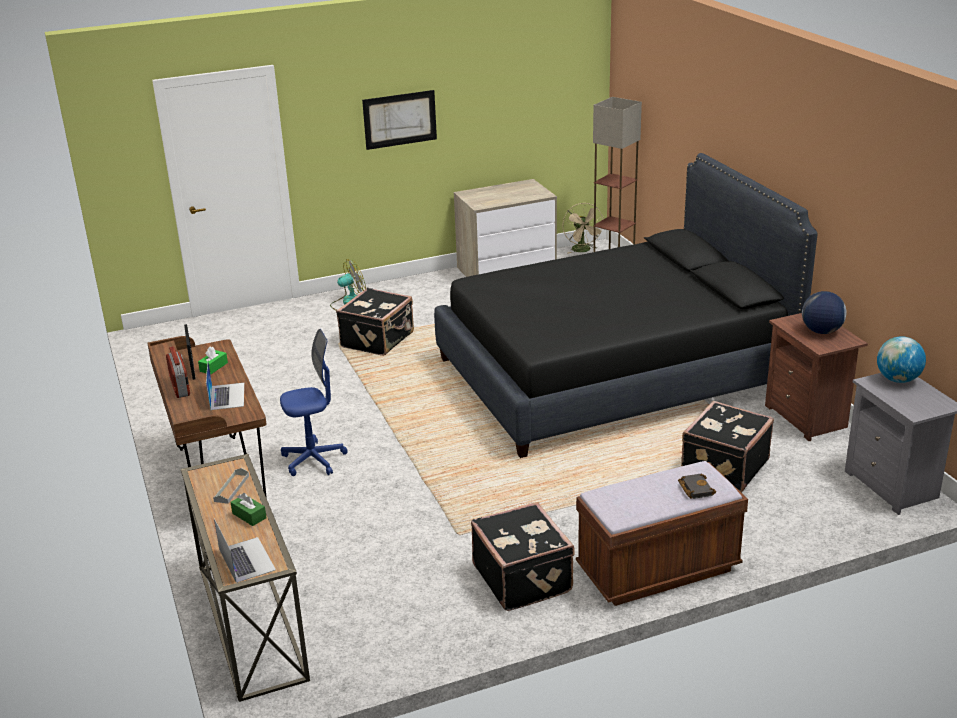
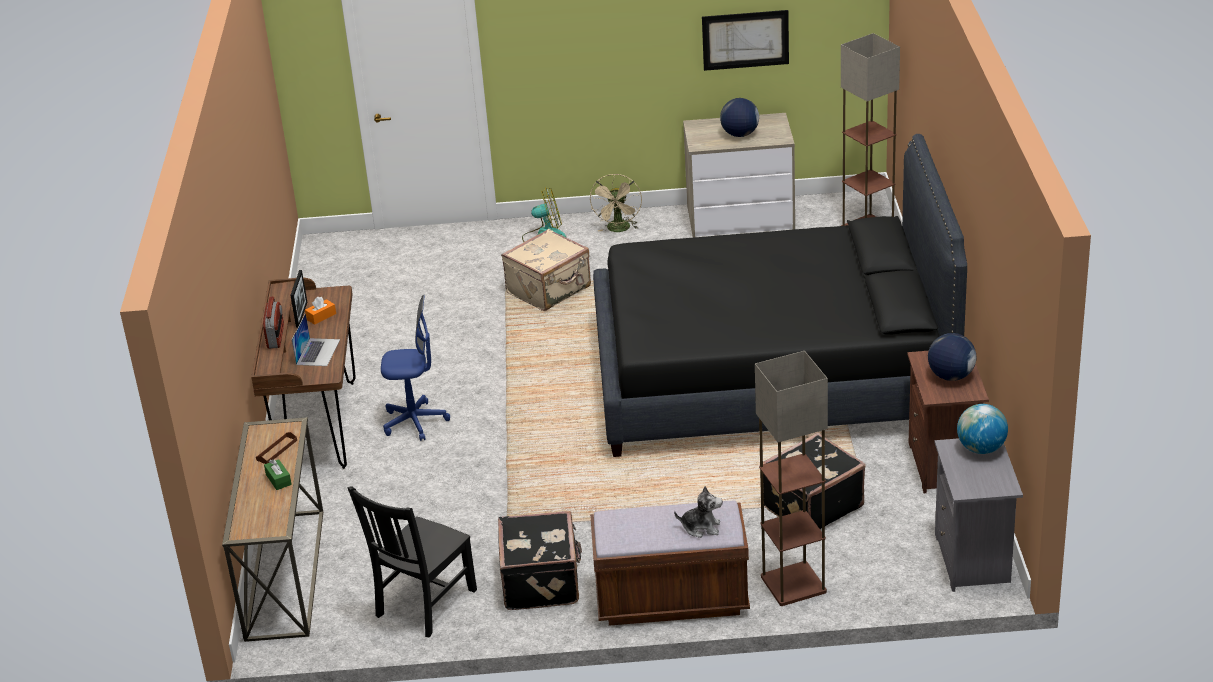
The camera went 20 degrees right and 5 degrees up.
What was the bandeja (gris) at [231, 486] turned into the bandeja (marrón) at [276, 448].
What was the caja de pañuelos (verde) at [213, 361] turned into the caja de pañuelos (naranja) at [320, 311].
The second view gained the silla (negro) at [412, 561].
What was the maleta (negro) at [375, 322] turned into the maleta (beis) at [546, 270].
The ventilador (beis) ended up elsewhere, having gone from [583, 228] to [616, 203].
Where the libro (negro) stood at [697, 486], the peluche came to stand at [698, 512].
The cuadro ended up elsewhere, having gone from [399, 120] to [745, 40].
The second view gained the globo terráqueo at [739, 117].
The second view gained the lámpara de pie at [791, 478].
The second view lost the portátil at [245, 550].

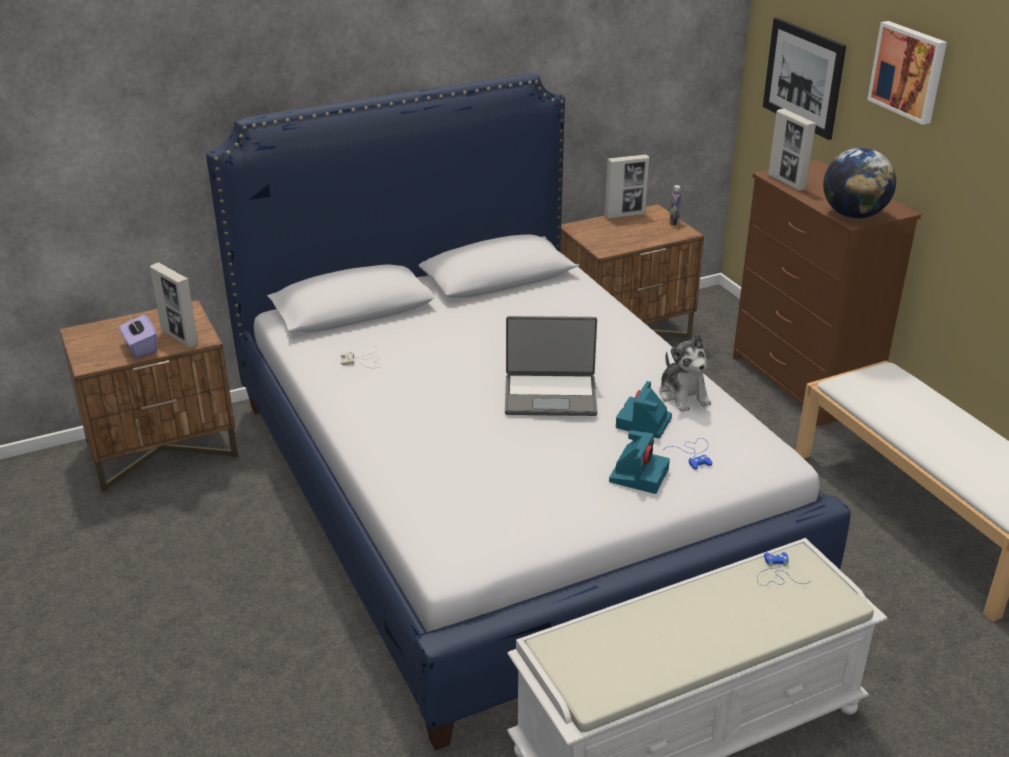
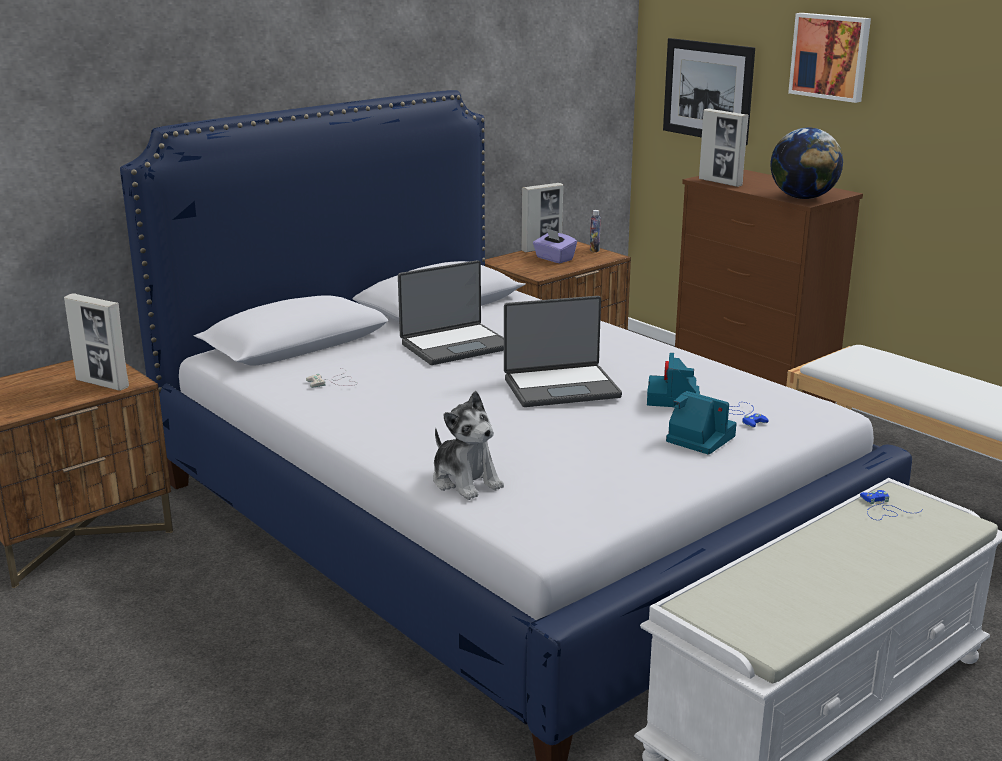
The camera went 15 degrees left and 10 degrees down.
The second view gained the portátil at [451, 312].
The peluche ended up elsewhere, having gone from [685, 372] to [468, 445].
The caja de pañuelos (morado) ended up elsewhere, having gone from [138, 336] to [555, 245].
The cámara at [639, 462] ended up facing another way, 60 degrees counterclockwise from before.

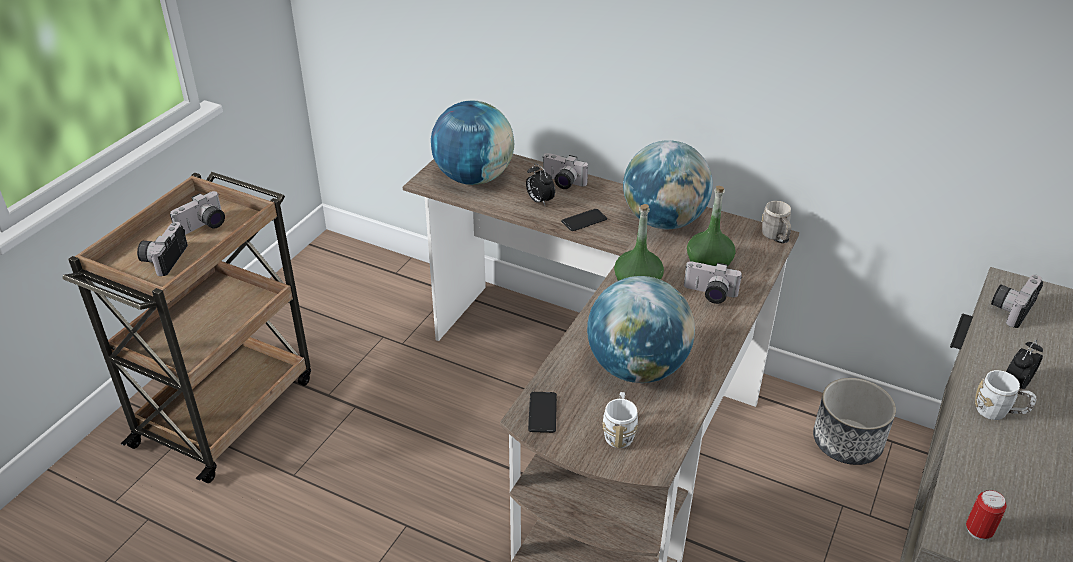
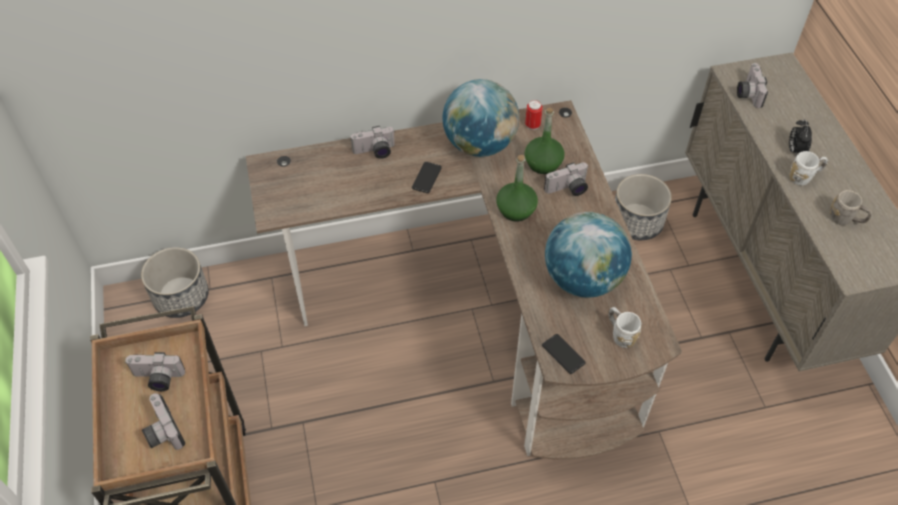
The camera went 40 degrees left and 15 degrees up.
The cámara at [197, 213] ended up facing another way, 90 degrees clockwise from before.
The second view gained the maceta at [175, 282].
The lata ended up elsewhere, having gone from [986, 515] to [534, 115].
The taza grande (gris) ended up elsewhere, having gone from [776, 220] to [851, 207].
The second view lost the globo terráqueo at [472, 142].
The second view lost the despertador at [540, 185].

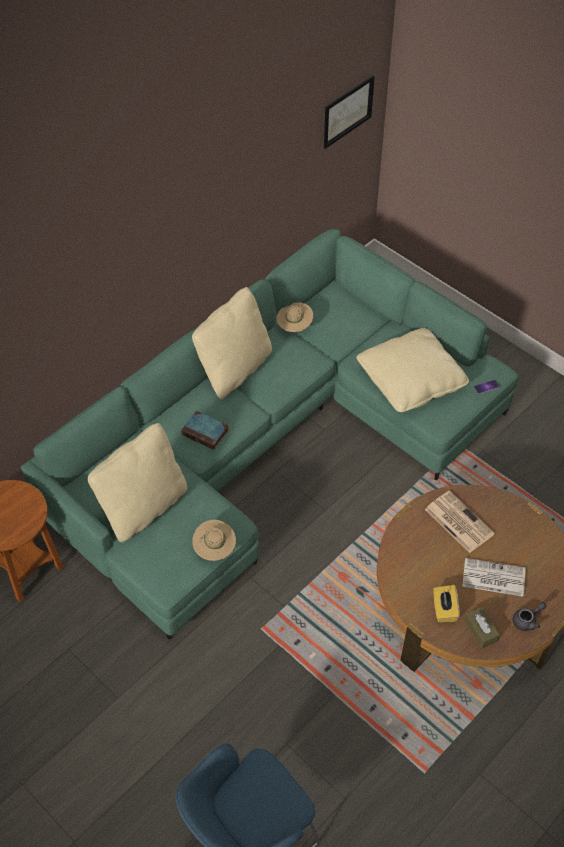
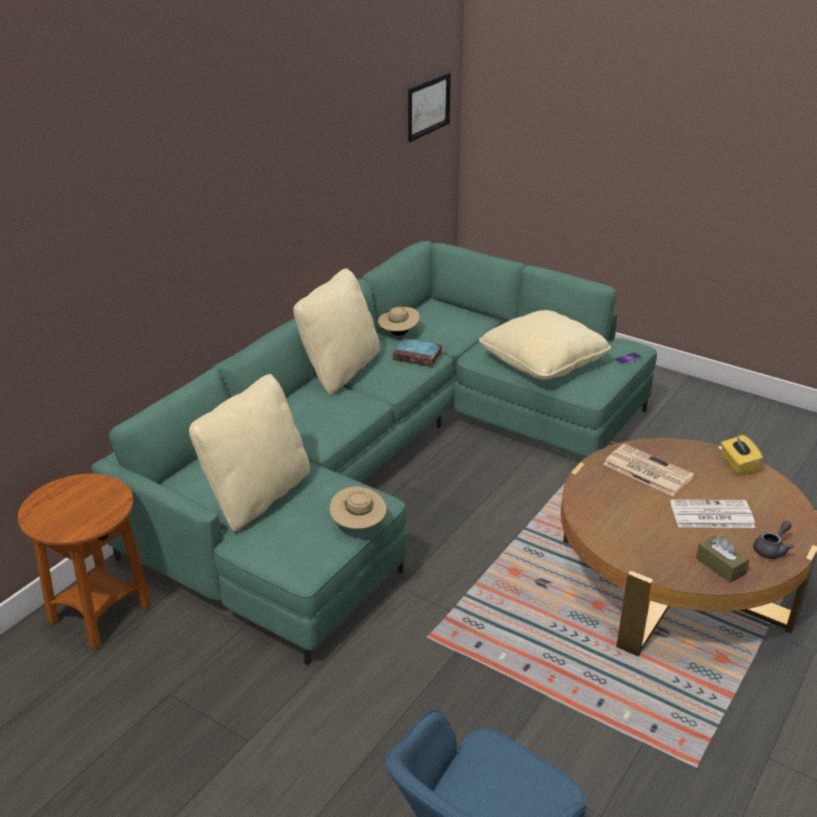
The camera went 10 degrees left and 20 degrees down.
The libro ended up elsewhere, having gone from [205, 430] to [417, 352].
The caja de pañuelos (amarillo) ended up elsewhere, having gone from [446, 603] to [742, 455].

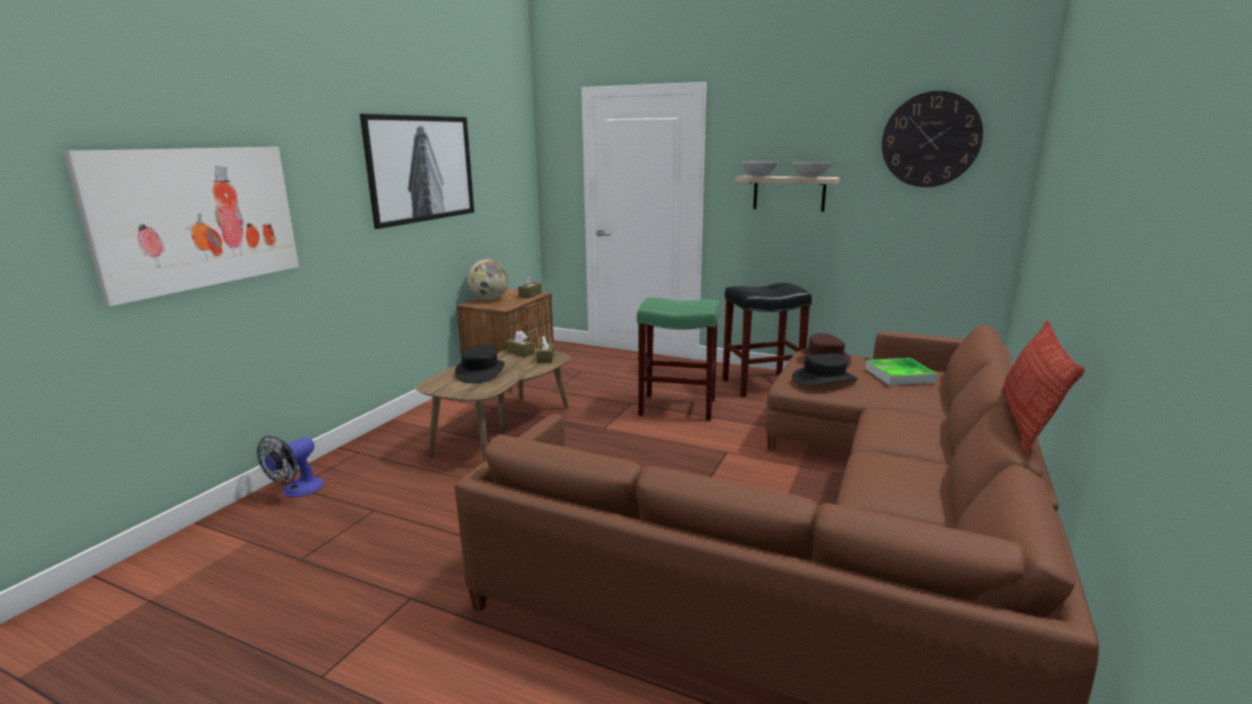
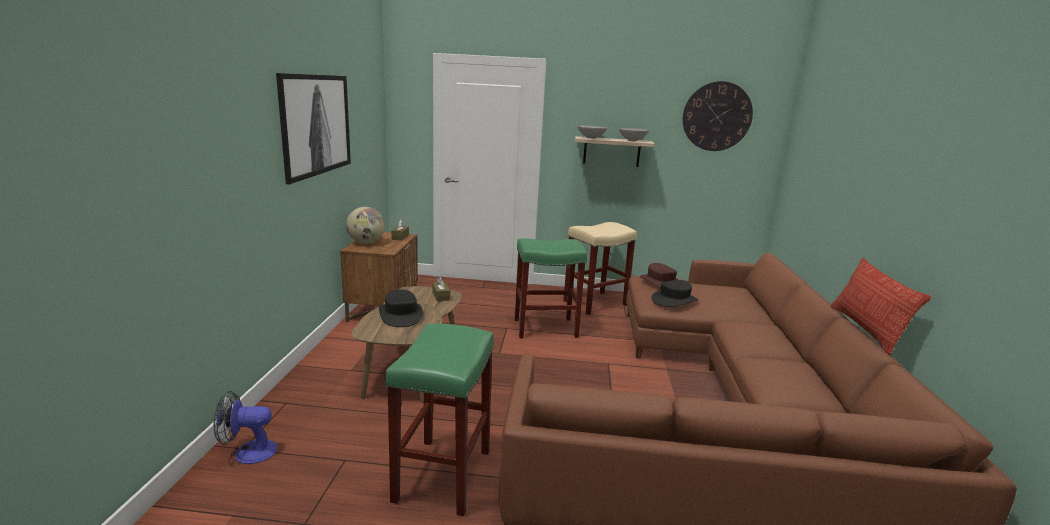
The camera went 20 degrees left and 0 degrees up.
The ventilador at [290, 466] ended up facing another way, 75 degrees clockwise from before.
The second view gained the taburete (verde) at [439, 420].
What was the taburete (negro) at [767, 340] turned into the taburete (beis) at [600, 268].
The second view lost the cuadro at [181, 226].
The second view lost the caja de pañuelos (marrón) at [520, 343].
The second view lost the bandeja at [901, 372].

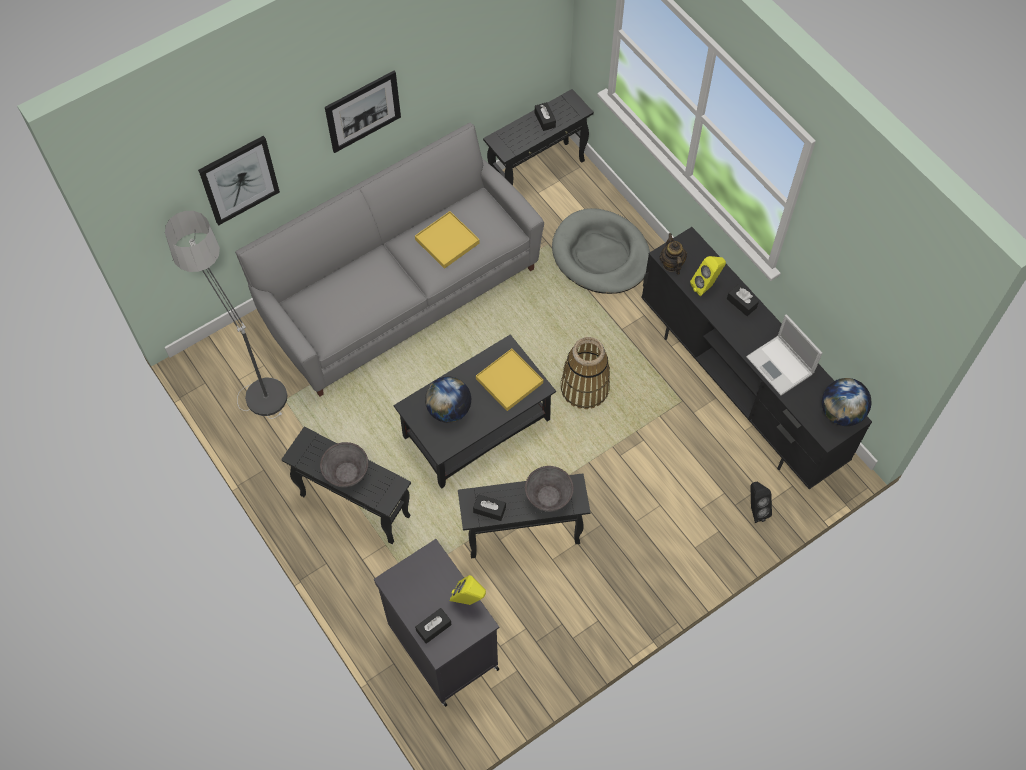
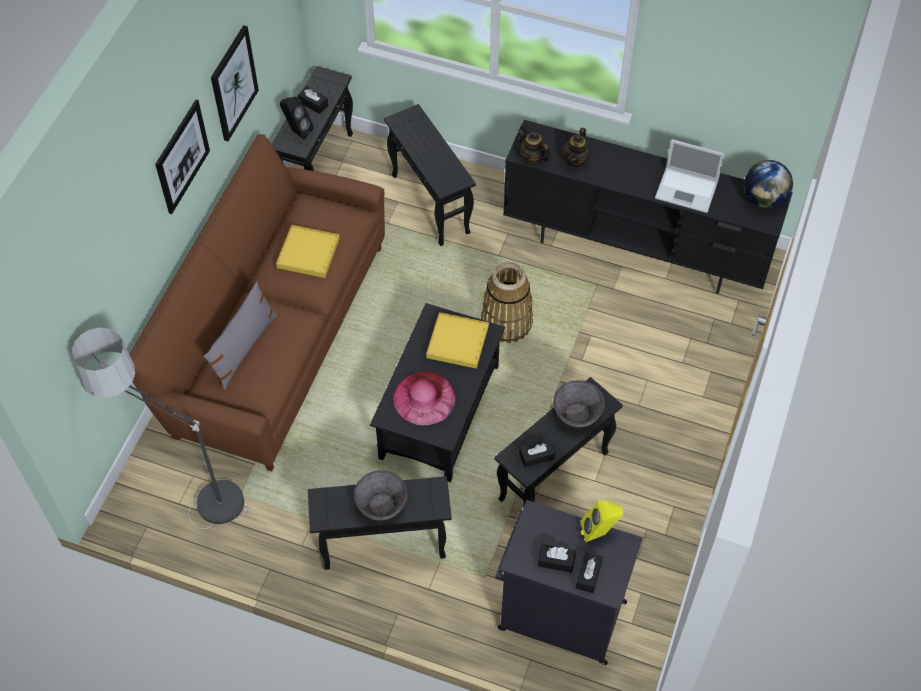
The camera went 35 degrees left and 5 degrees down.
What was the sofá (gris) at [389, 260] turned into the sofá (marrón) at [257, 303].
The second view gained the cojín (gris) at [241, 336].
The cuadro ended up elsewhere, having gone from [239, 180] to [235, 83].
The altavoz (negro) ended up elsewhere, having gone from [761, 502] to [297, 118].
Where the cama para perro (gris) stood at [601, 251], the mesa auxiliar (negro) came to stand at [430, 175].
Where the globo terráqueo stood at [448, 400], the sombrero (rosa) came to stand at [424, 399].
The caja de pañuelos (negro) ended up elsewhere, having gone from [743, 300] to [557, 558].
Where the altavoz (amarillo) stood at [708, 276], the tetera came to stand at [576, 148].

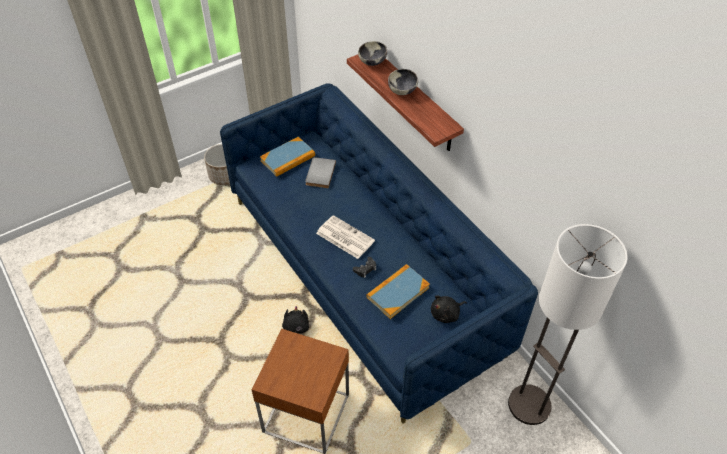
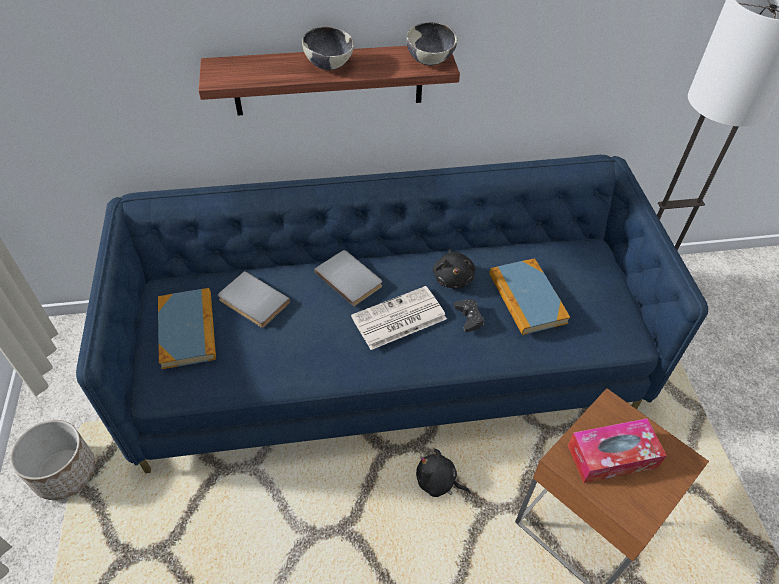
The camera went 65 degrees left and 0 degrees up.
The second view gained the libro (gris) at [348, 278].
The cuenco ended up elsewhere, having gone from [372, 53] to [432, 44].
The peluche (negro) ended up elsewhere, having gone from [449, 309] to [453, 268].
The second view gained the caja de pañuelos at [617, 450].

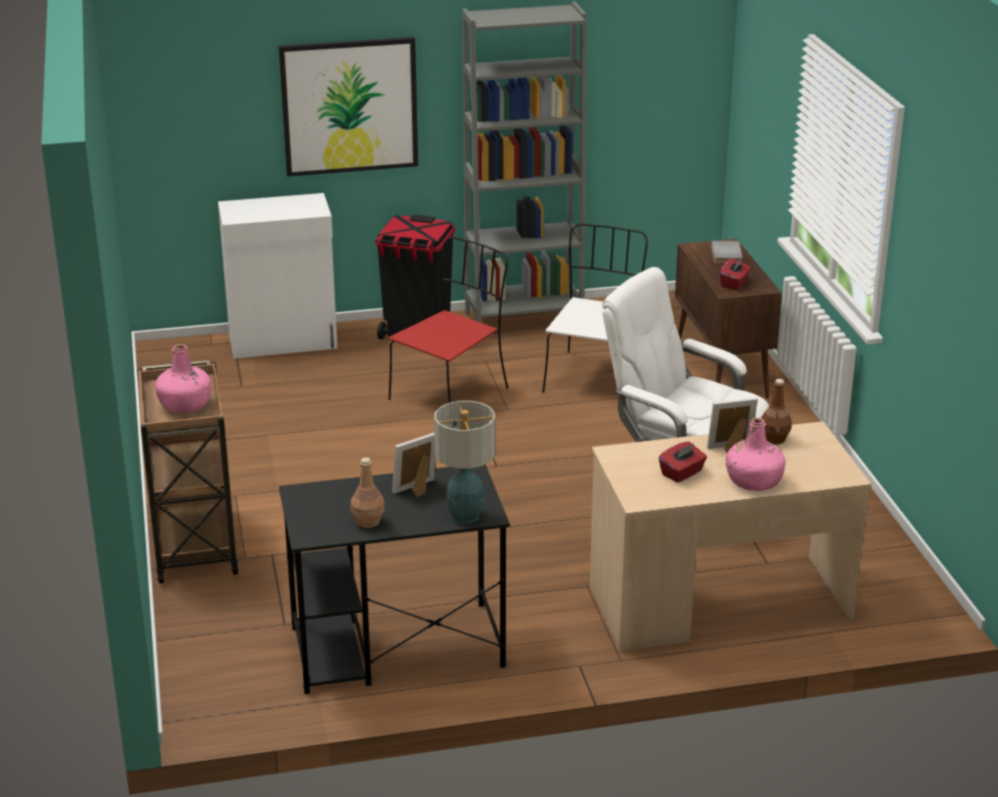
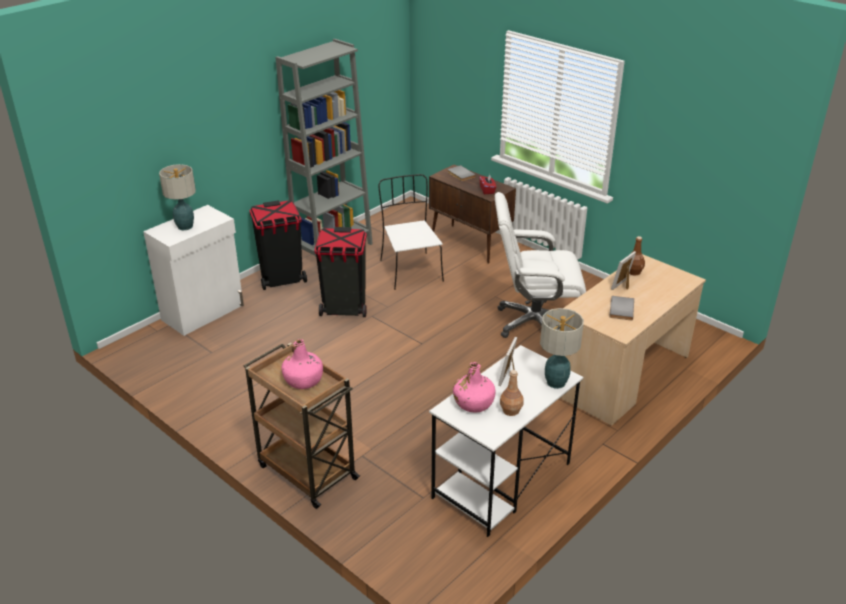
The camera went 35 degrees left and 5 degrees up.
The second view gained the lámpara de mesa at [177, 197].
Where the silla (rojo) stood at [448, 320], the papelera (negro) came to stand at [340, 272].
What was the escritorio (negro) at [394, 579] turned into the escritorio (blanco) at [506, 441].
The botella (rosa) ended up elsewhere, having gone from [755, 454] to [474, 387].
Where the caja de pañuelos (rojo) stood at [683, 462], the libro (gris) came to stand at [621, 308].
The second view lost the cuadro at [348, 107].

